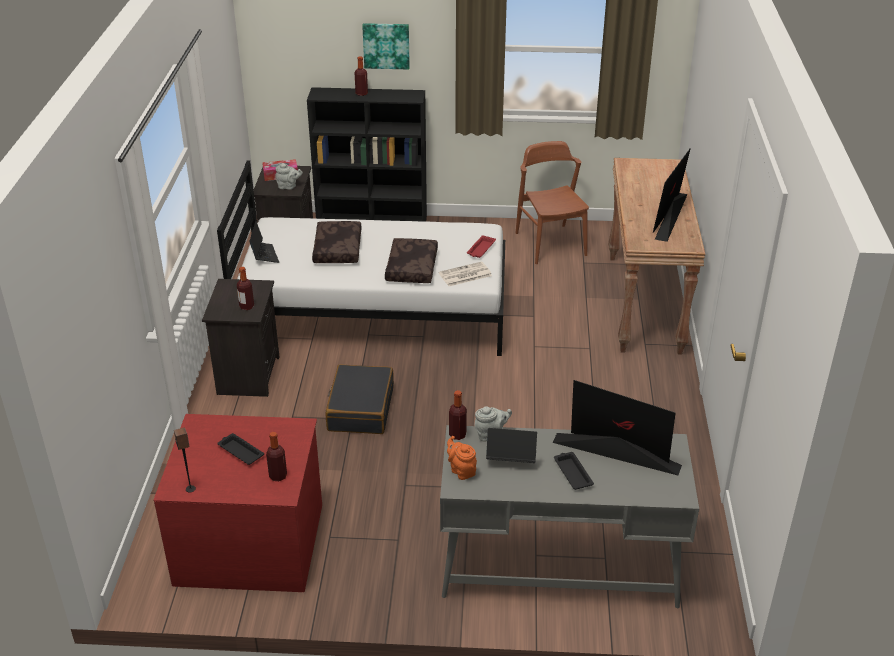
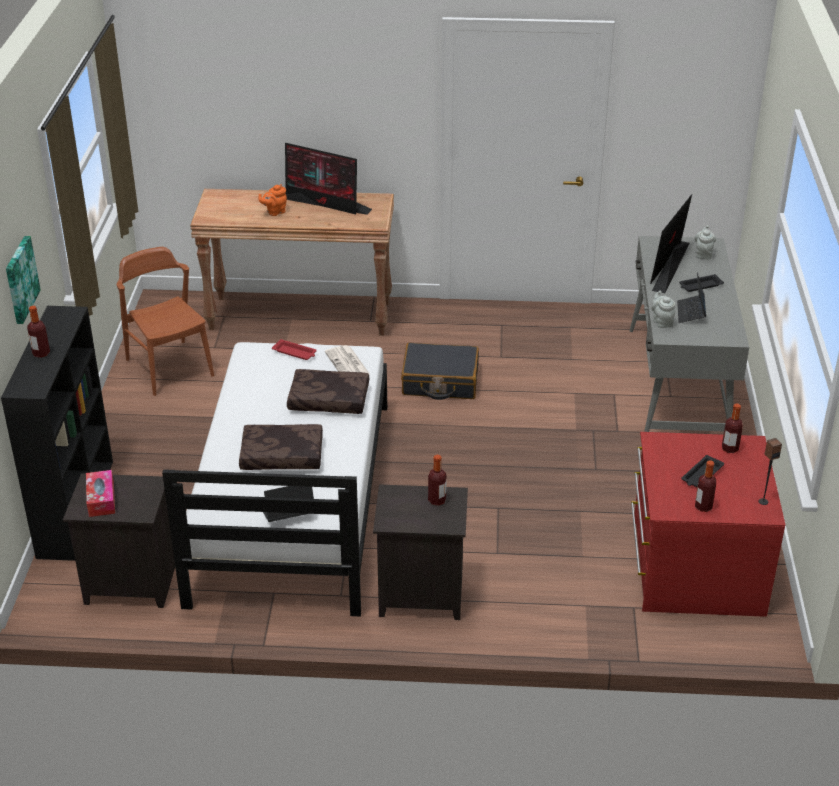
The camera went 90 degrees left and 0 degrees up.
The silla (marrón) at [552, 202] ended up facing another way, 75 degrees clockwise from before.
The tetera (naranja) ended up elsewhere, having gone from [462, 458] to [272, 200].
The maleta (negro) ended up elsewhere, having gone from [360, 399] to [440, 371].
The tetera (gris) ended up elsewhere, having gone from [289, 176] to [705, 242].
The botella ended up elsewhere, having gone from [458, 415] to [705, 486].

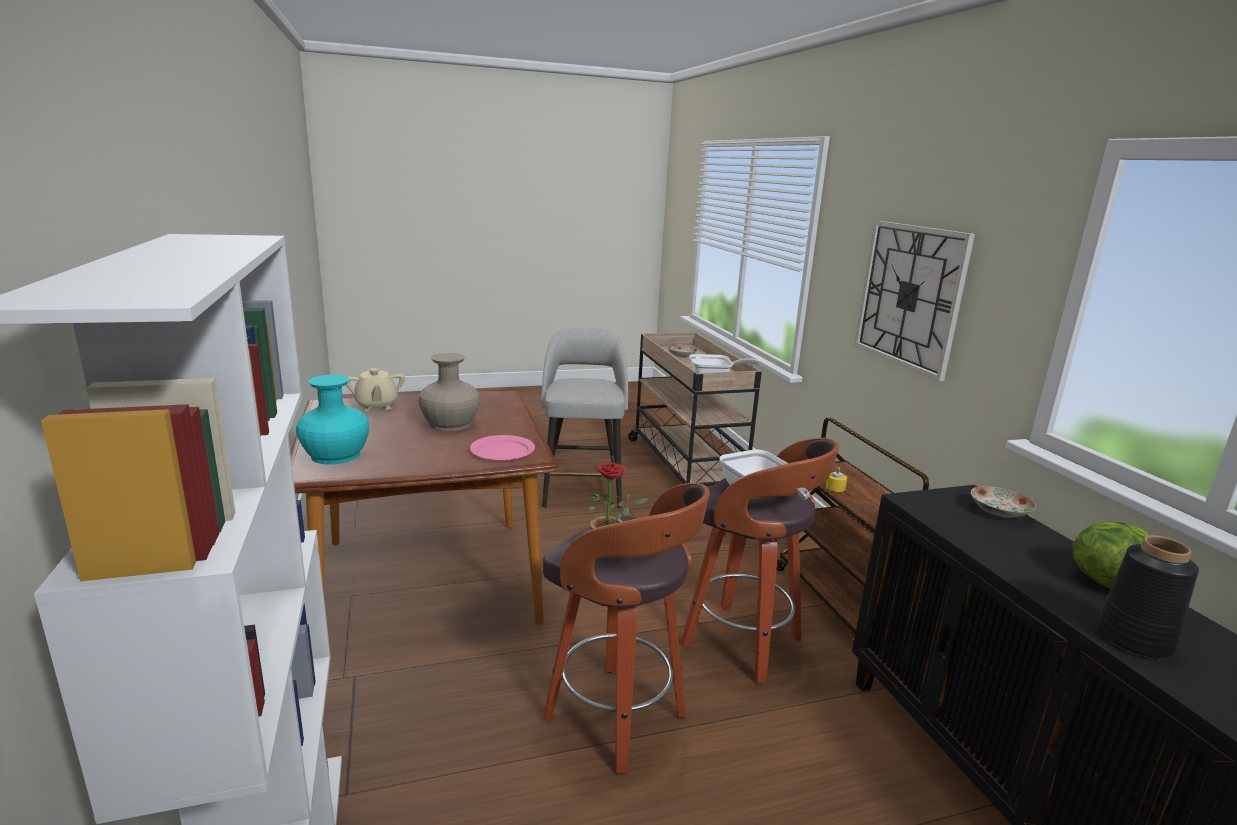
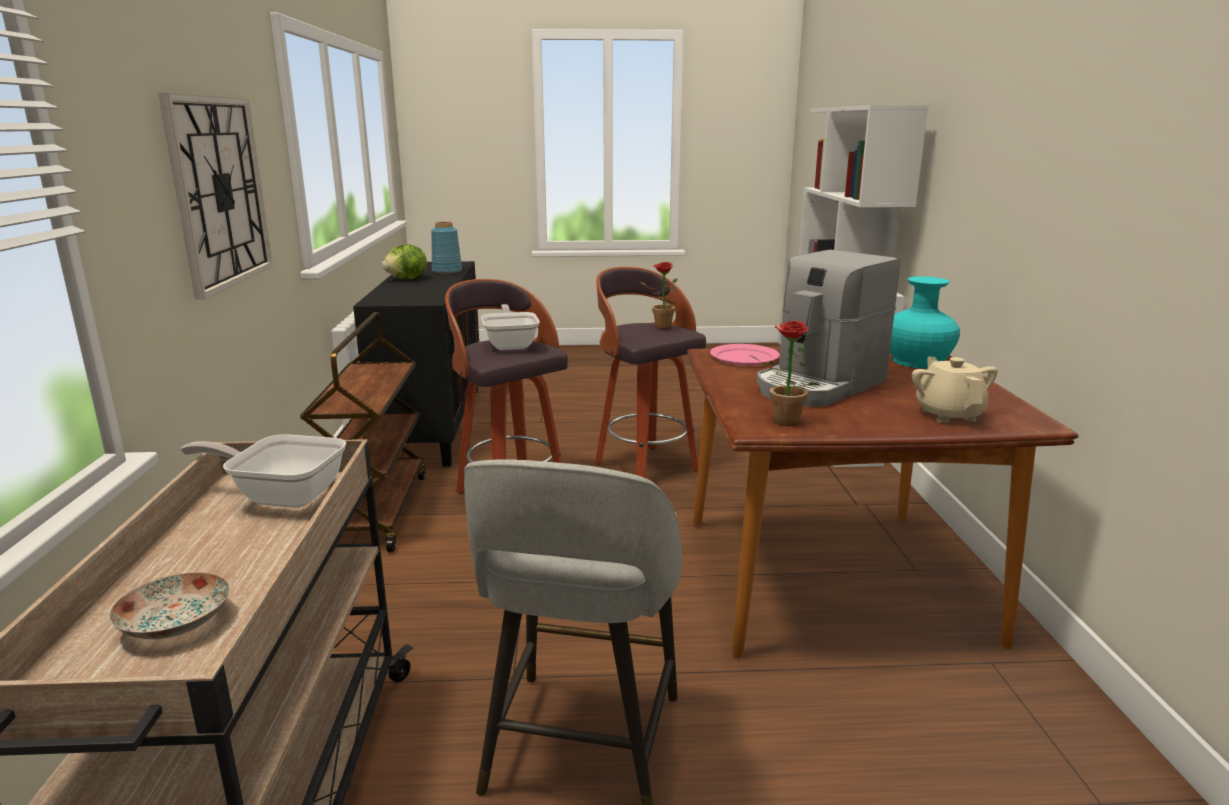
The camera went 165 degrees left and 0 degrees up.
What was the florero (negro) at [1148, 596] turned into the florero (azul) at [446, 247].
The second view gained the planta en maceta at [783, 373].
Where the florero (beis) stood at [449, 392], the cafetera came to stand at [828, 328].
The second view lost the vela (amarillo) at [836, 479].
The second view lost the plato at [1003, 502].

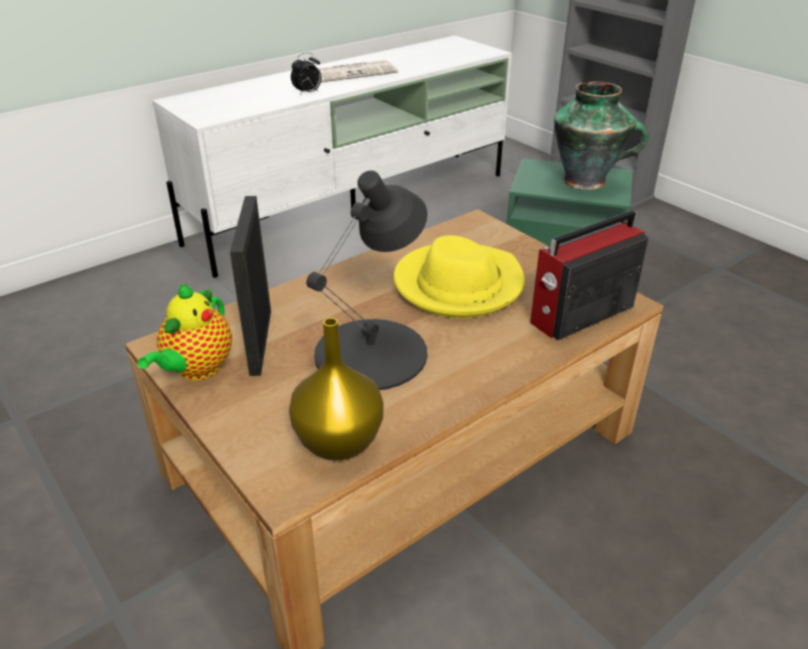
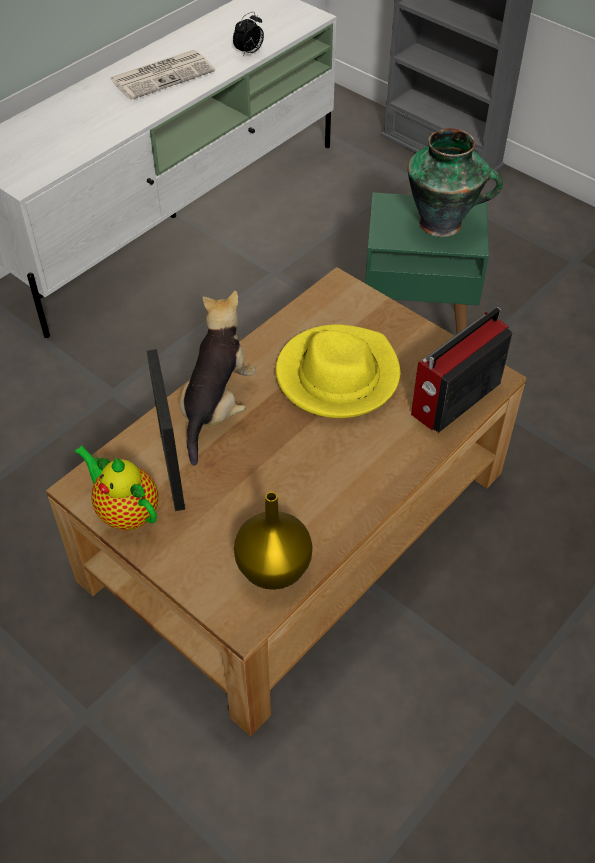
The camera went 10 degrees left and 15 degrees up.
The tetera at [184, 331] ended up facing another way, 120 degrees clockwise from before.
The second view gained the peluche at [218, 378].
The despertador ended up elsewhere, having gone from [306, 73] to [248, 34].
The second view lost the lámpara de mesa (negro) at [366, 280].

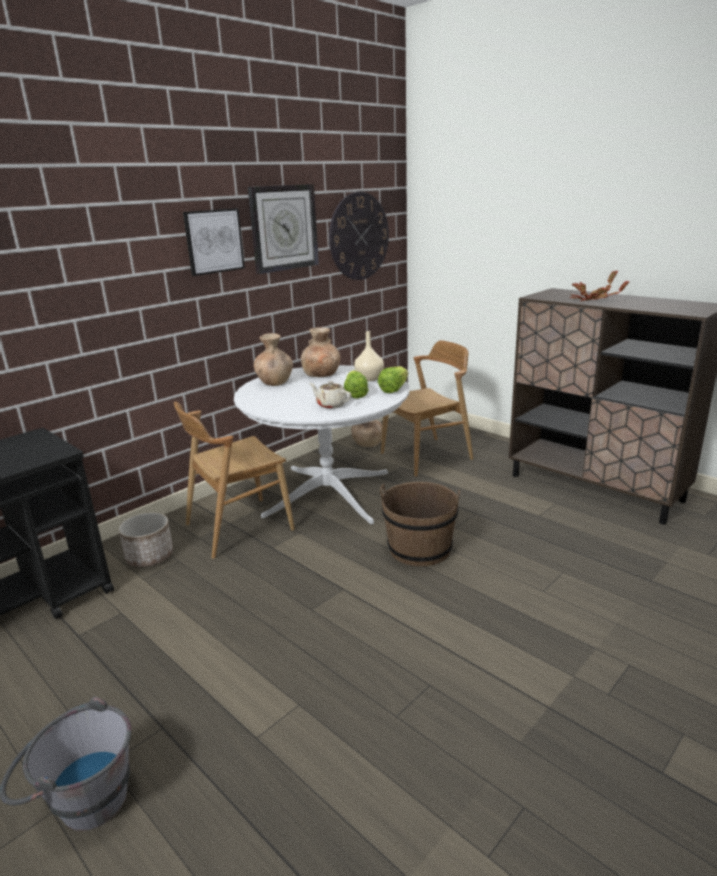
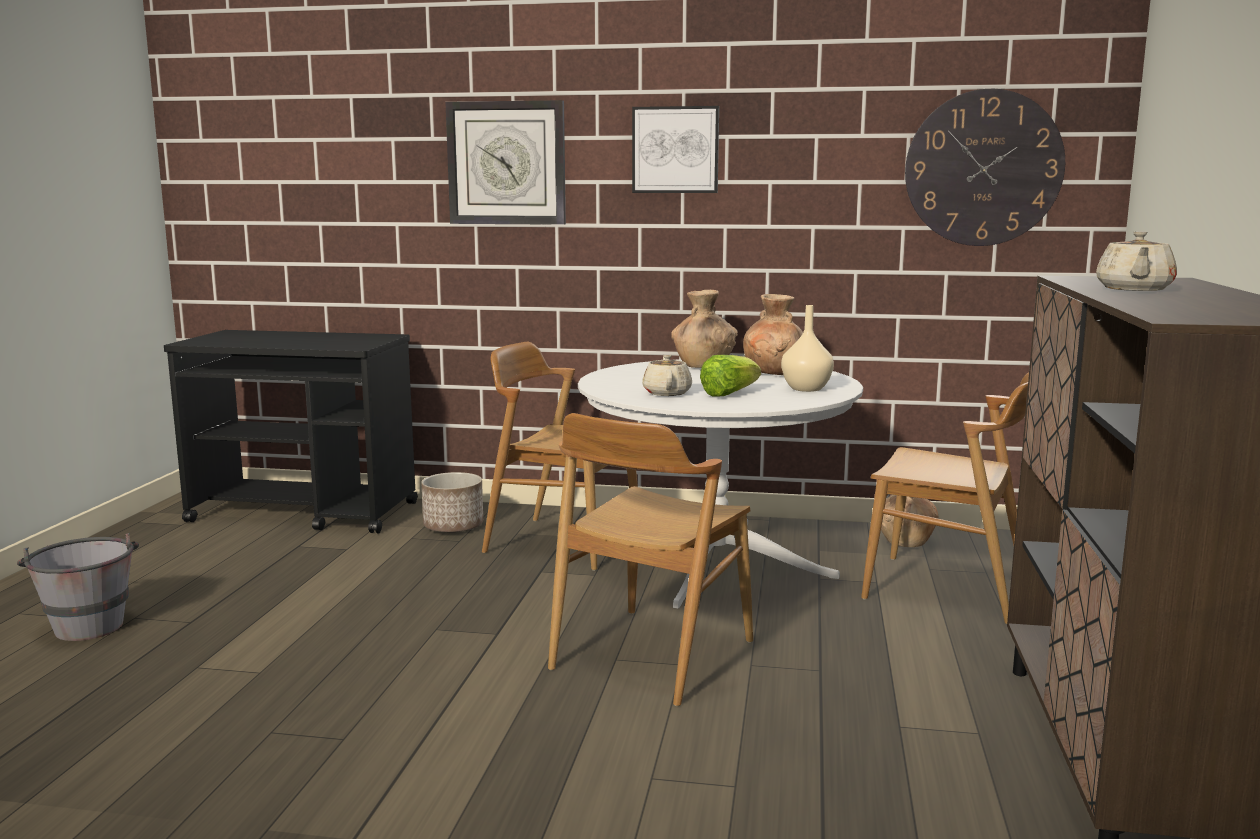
The camera went 55 degrees right and 10 degrees down.
The reloj de pared ended up elsewhere, having gone from [283, 229] to [505, 162].
Where the cubo (marrón) stood at [420, 524], the silla (marrón) came to stand at [650, 559].
Where the planta en maceta stood at [600, 286], the tetera (beis) came to stand at [1136, 261].
The second view lost the lechuga at [393, 379].

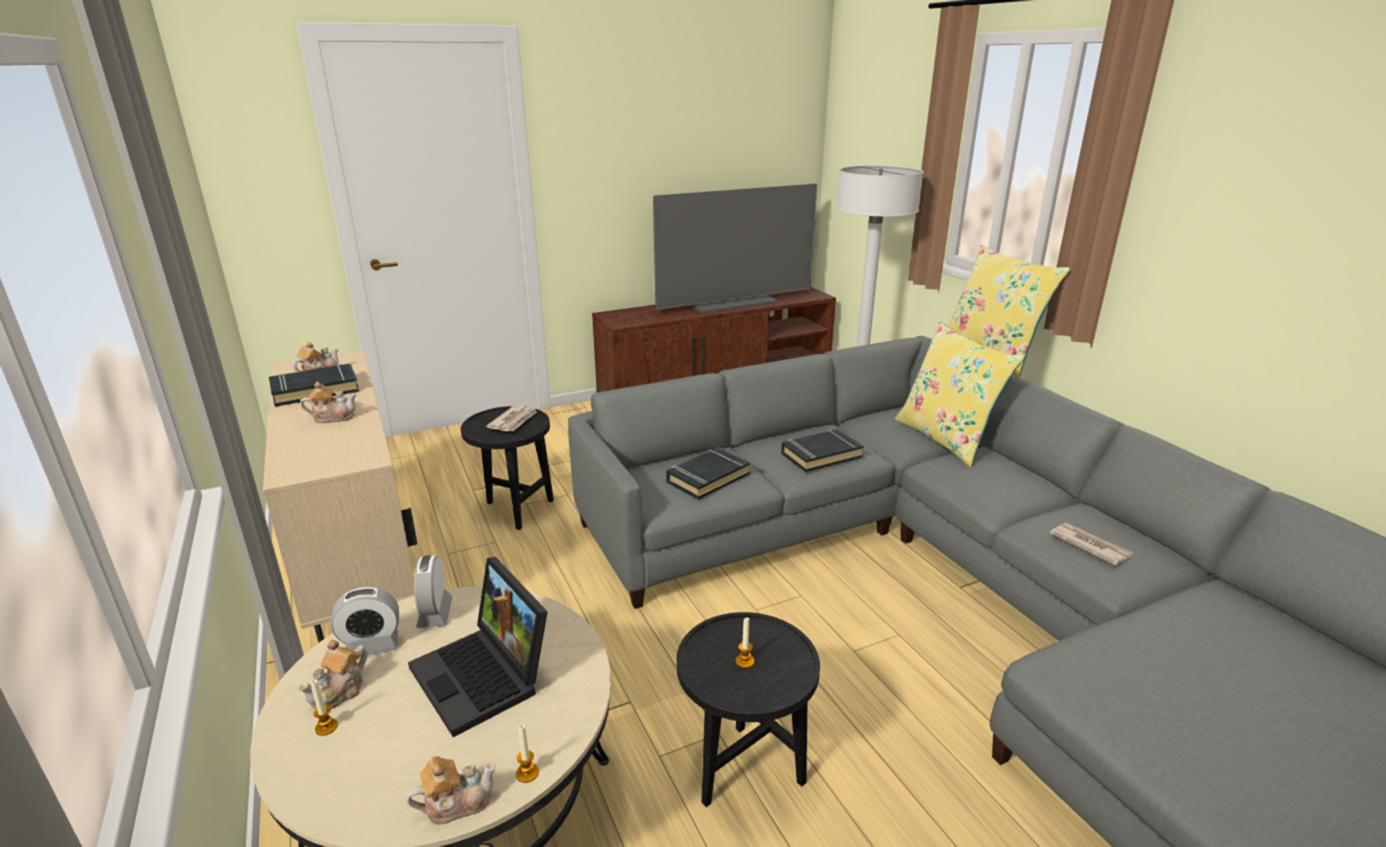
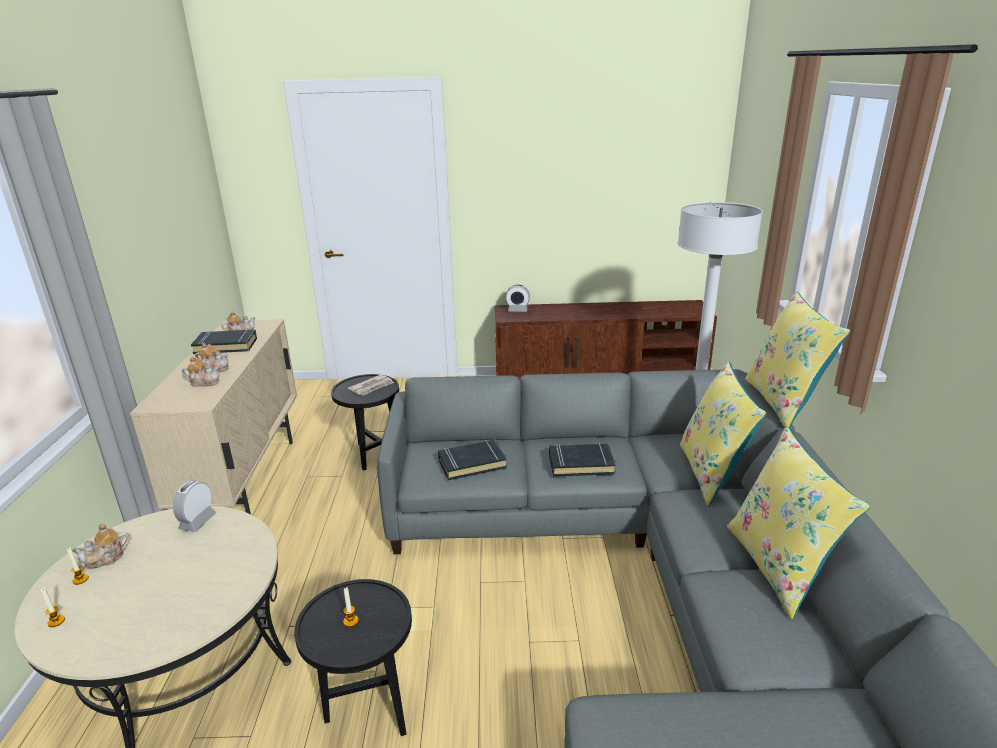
The camera went 25 degrees right and 0 degrees up.
The vela ended up elsewhere, having gone from [527, 753] to [52, 607].
The tetera ended up elsewhere, having gone from [451, 790] to [200, 371].
The despertador ended up elsewhere, having gone from [365, 622] to [517, 298].
The second view gained the cojín (amarillo) at [798, 523].
The second view lost the portátil at [478, 647].
The second view lost the televisor at [735, 248].
The second view lost the periódico at [1091, 544].

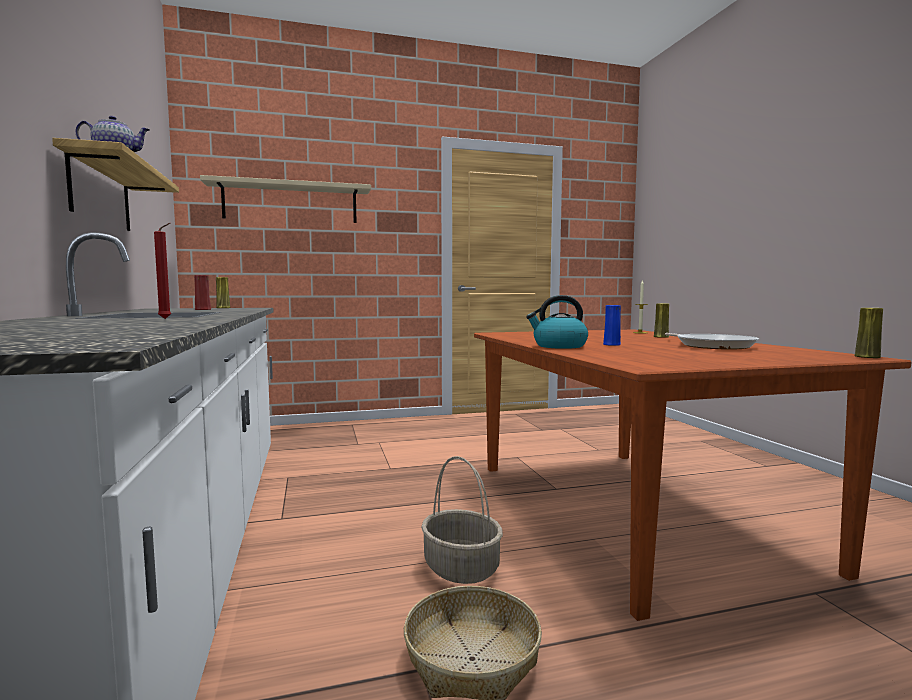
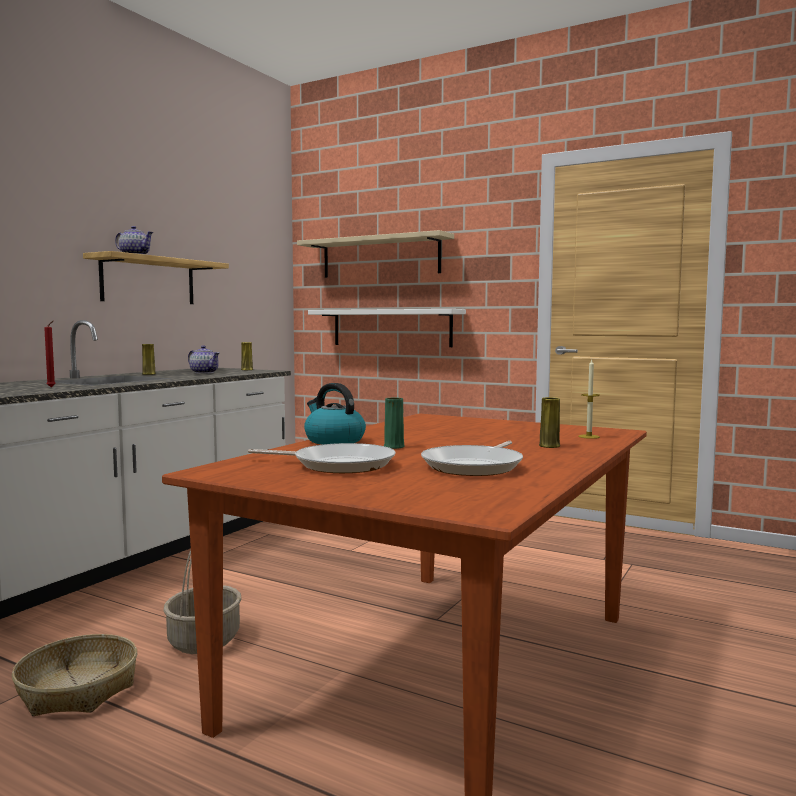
The camera went 45 degrees right and 0 degrees up.
The florero (amarillo) ended up elsewhere, having gone from [868, 333] to [149, 359].
Where the florero (rojo) stood at [202, 292], the tetera came to stand at [204, 359].
The second view gained the sartén at [322, 458].
The second view gained the estante (blanco) at [387, 328].
What was the florero (azul) at [612, 325] turned into the florero (verde) at [394, 423].

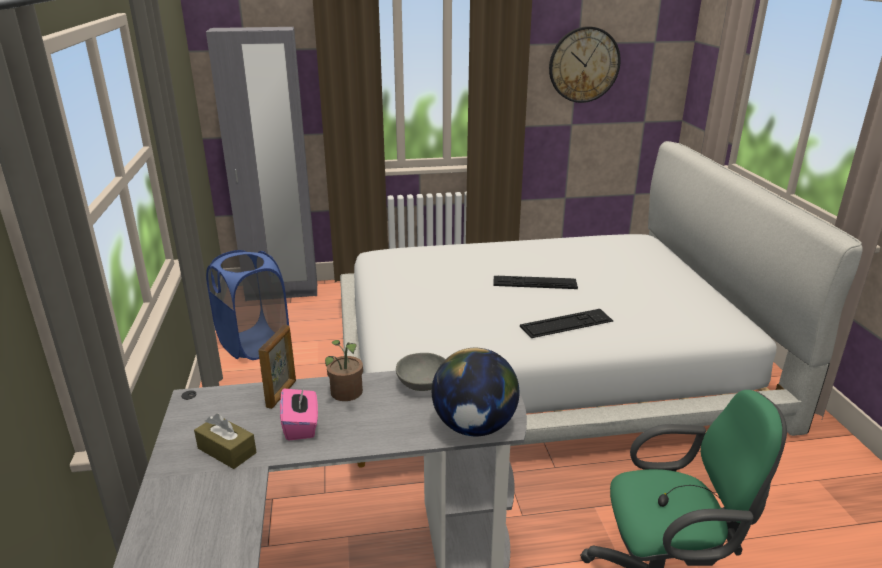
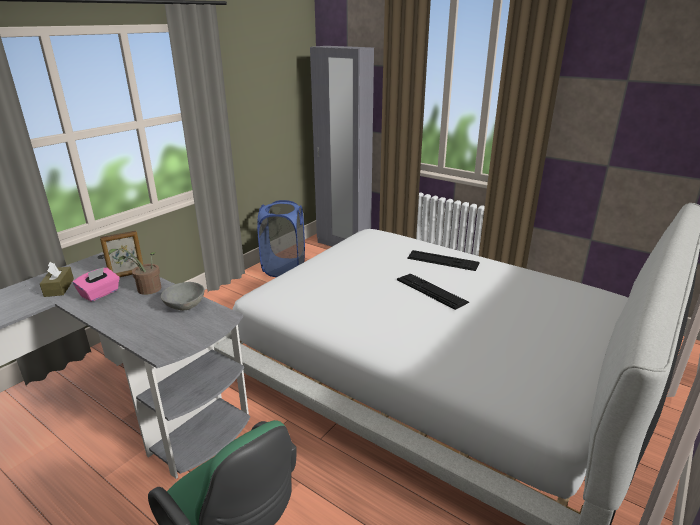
The camera went 45 degrees right and 0 degrees up.
The teclado ended up elsewhere, having gone from [566, 323] to [443, 260].
The second view lost the globo terráqueo at [475, 392].
The second view lost the reloj de pared at [585, 64].

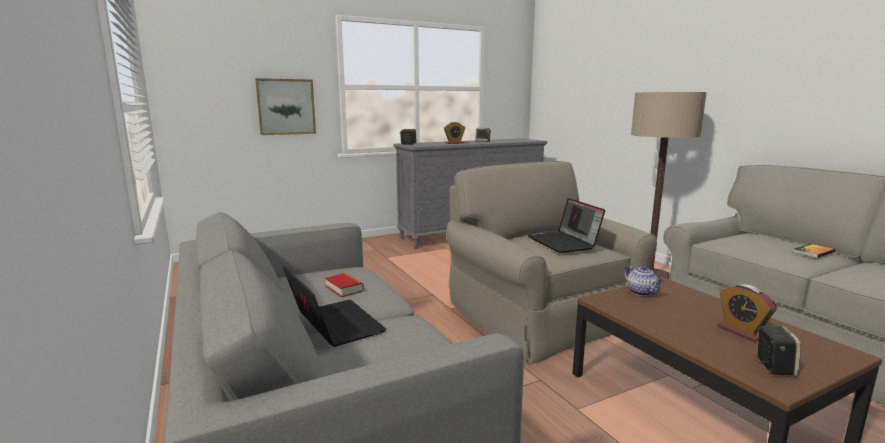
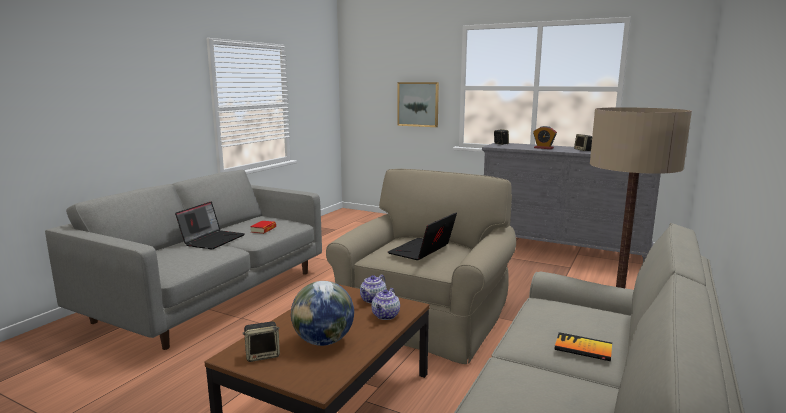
The camera went 55 degrees right and 0 degrees up.
Where the despertador stood at [747, 313], the globo terráqueo came to stand at [322, 313].
The second view gained the tetera at [385, 304].

